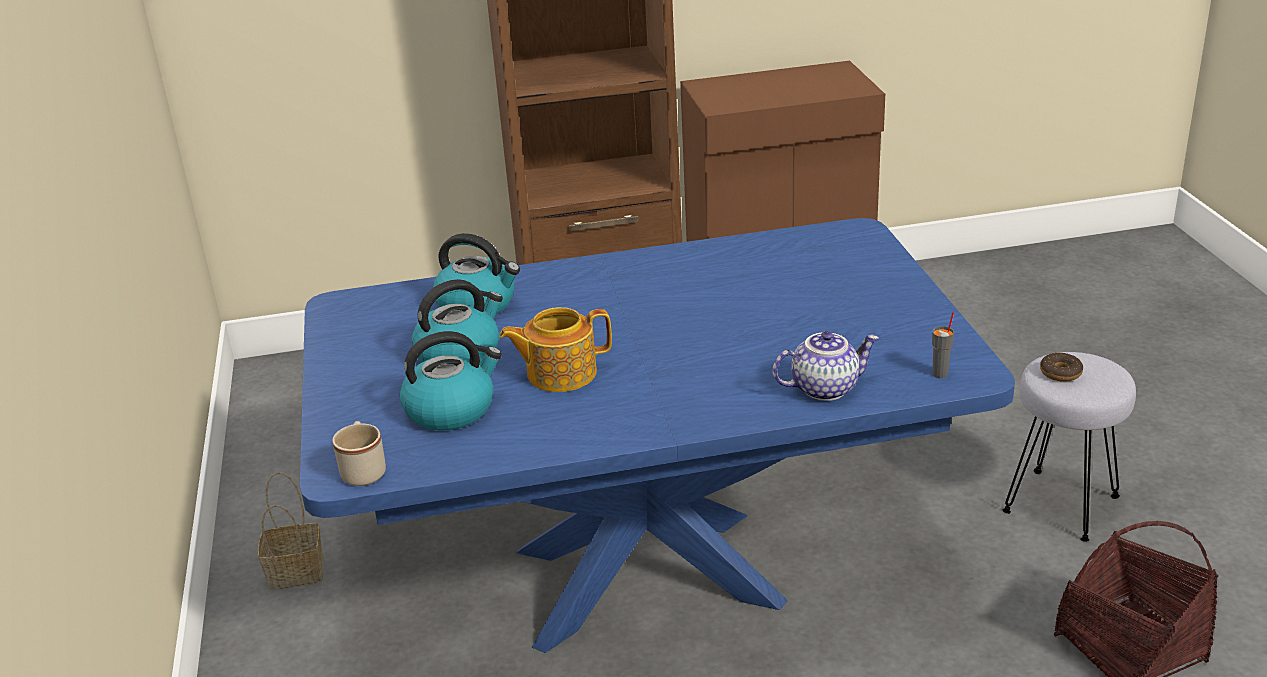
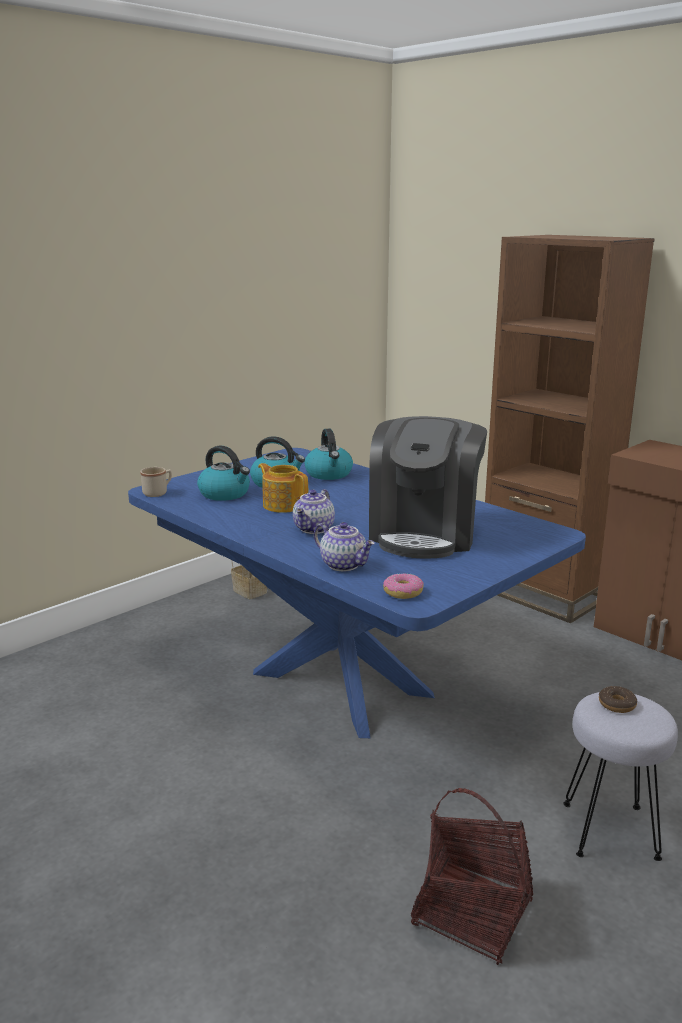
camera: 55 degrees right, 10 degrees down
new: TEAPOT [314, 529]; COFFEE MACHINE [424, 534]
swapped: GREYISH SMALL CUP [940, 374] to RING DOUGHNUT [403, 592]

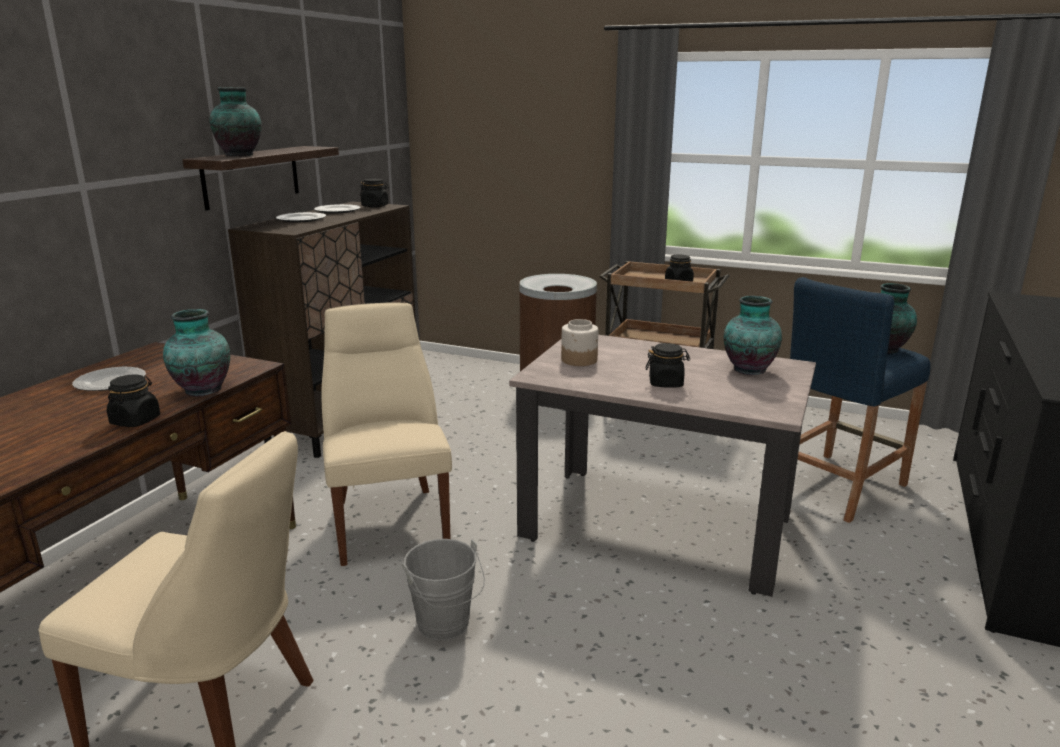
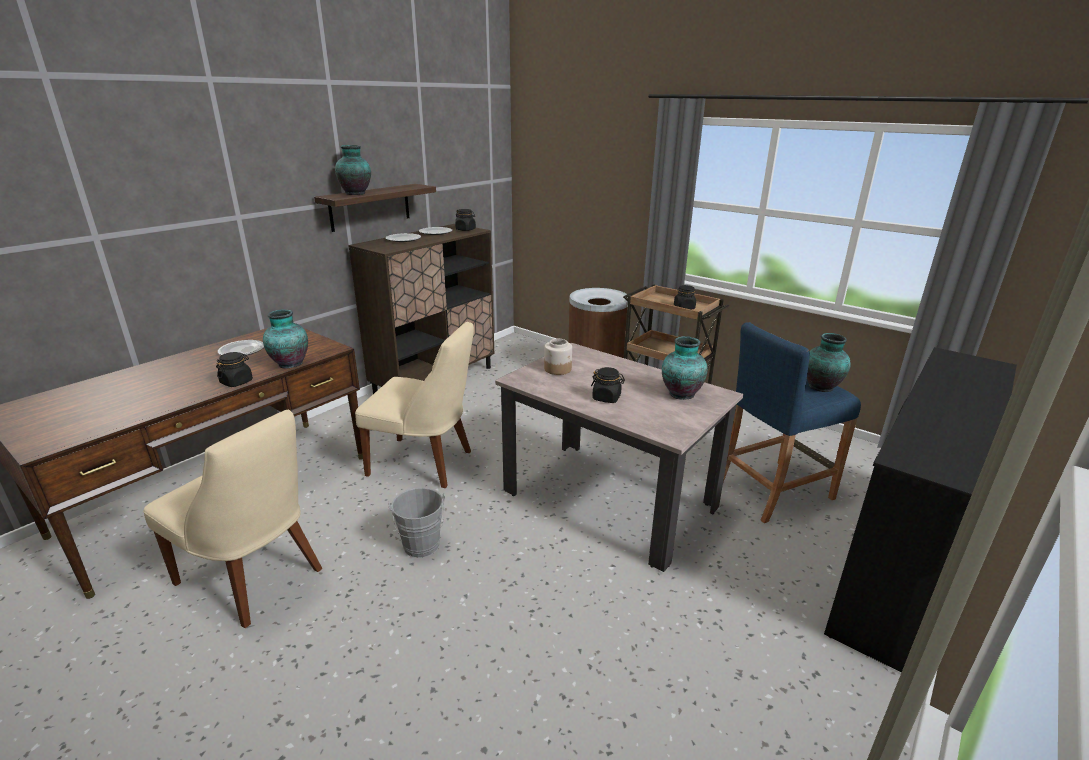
camera: 15 degrees right, 5 degrees up
rotated: BEIGE-COLOURED CHAIR [389, 520] = [425, 463] 105 degrees clockwise

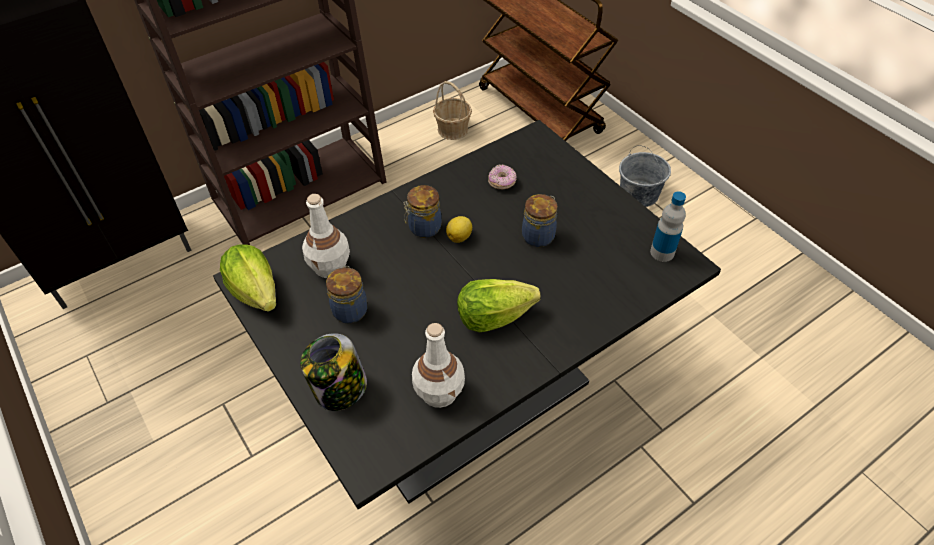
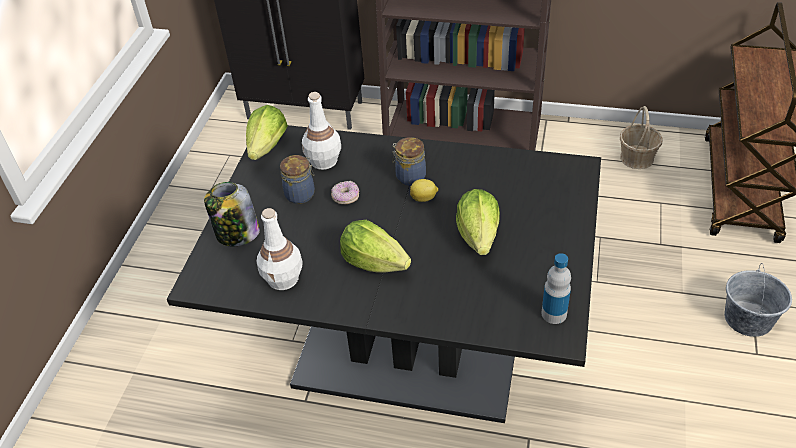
camera: 50 degrees right, 5 degrees down
shifted: RING DOUGHNUT [502, 182] to [346, 198]
swapped: PRESERVE JAR [539, 235] to HEAD OF LETTUCE [478, 235]

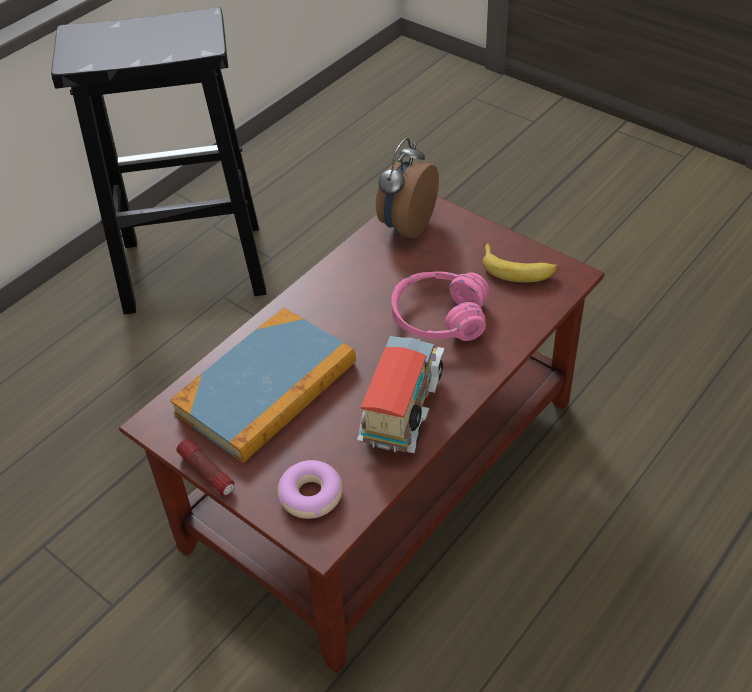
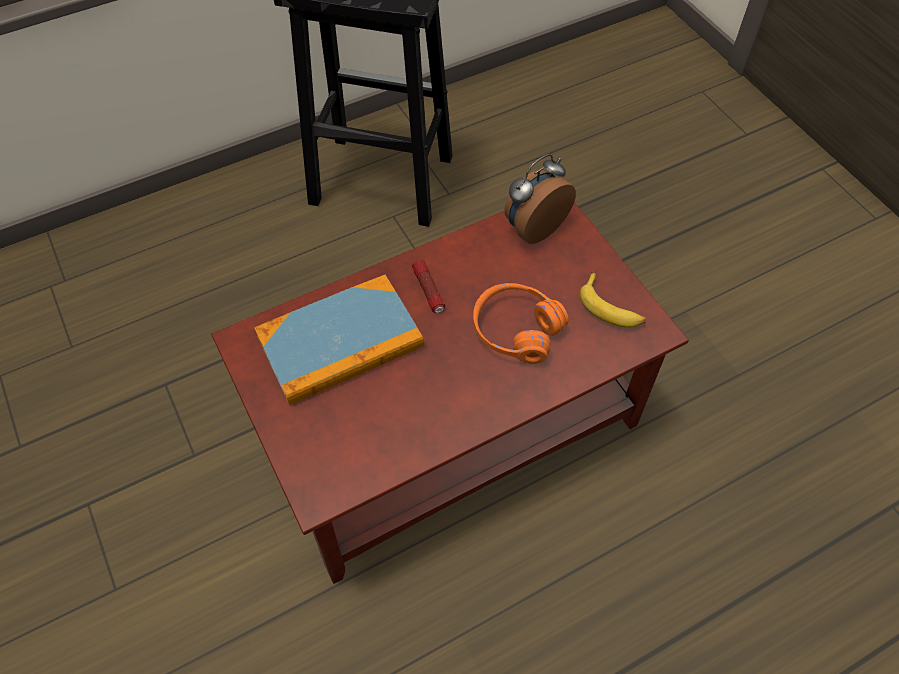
camera: 20 degrees right, 10 degrees up
gone: RING DOUGHNUT [310, 495]; TOY TRUCK [404, 410]
shifted: TORCH [207, 472] to [428, 291]
repainted: PINK HEADPHONES [439, 318] to ORANGE-COLOURED HEADPHONES [516, 330]

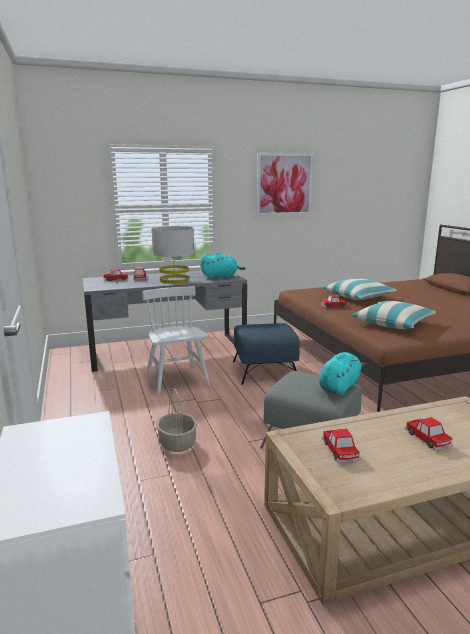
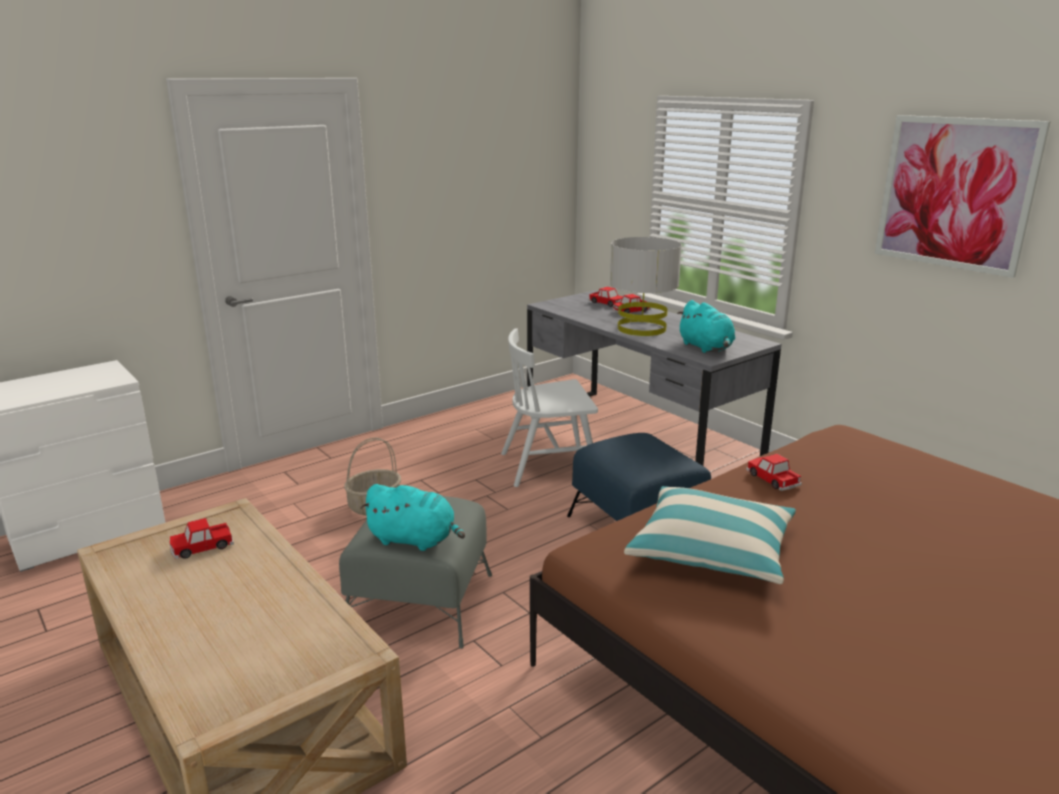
camera: 70 degrees right, 5 degrees up
gone: CUSHION [358, 297]; MODEL CAR [428, 439]
rotated: WHITISH CHAIR [177, 378] = [549, 466] 150 degrees counterclockwise

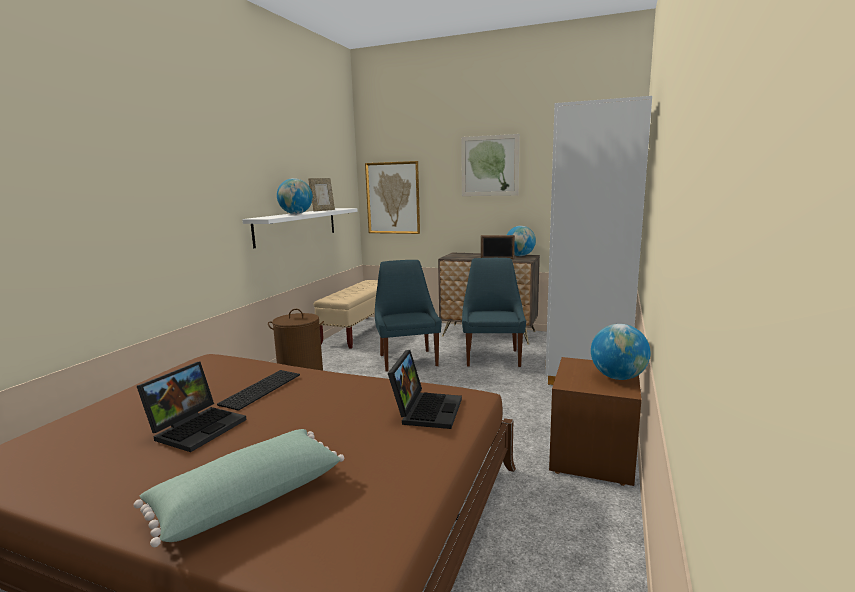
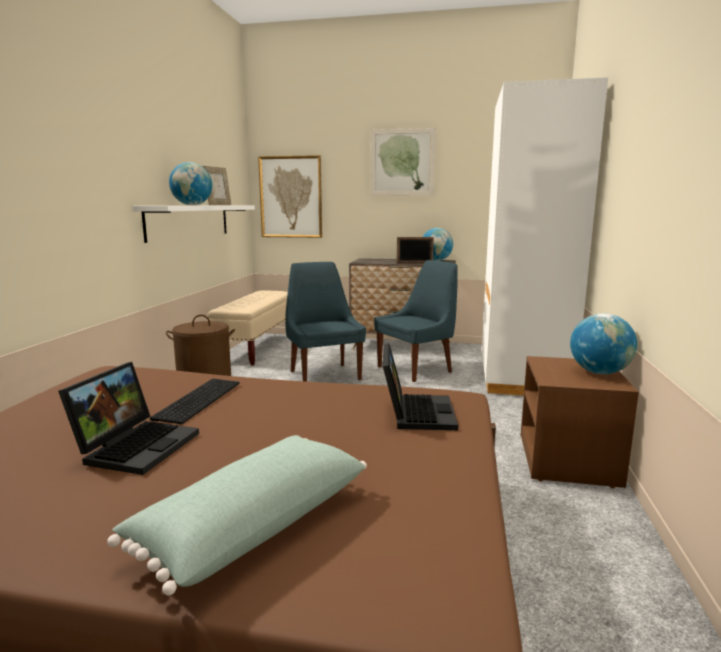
camera: 10 degrees left, 0 degrees up
rotated: BLUE-COLOURED CHAIR [492, 357] = [416, 369] 60 degrees clockwise

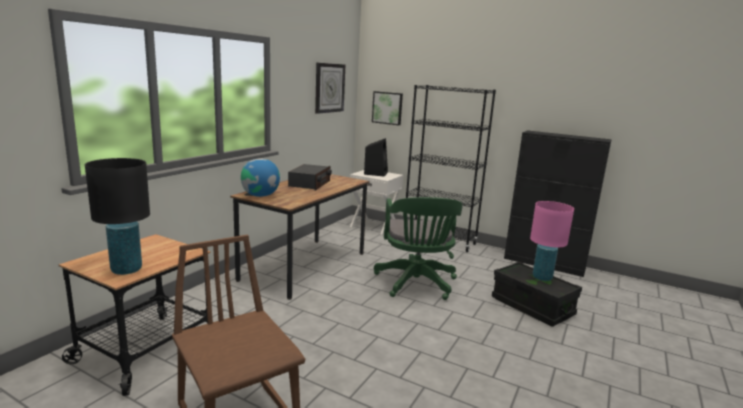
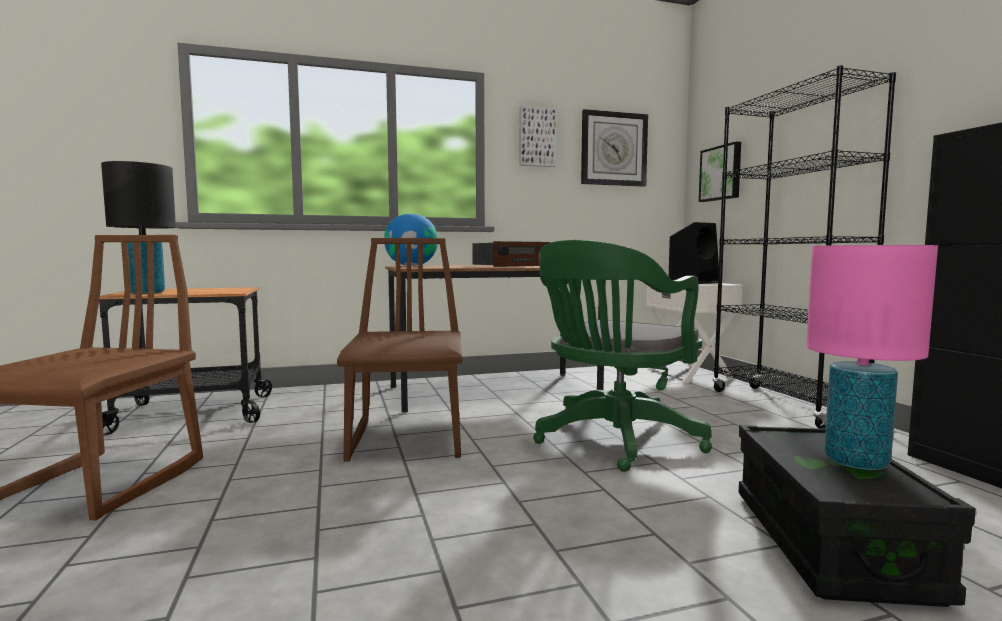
camera: 45 degrees right, 10 degrees down
new: BROWN-COLOURED CHAIR [409, 440]; WALL ART [536, 137]

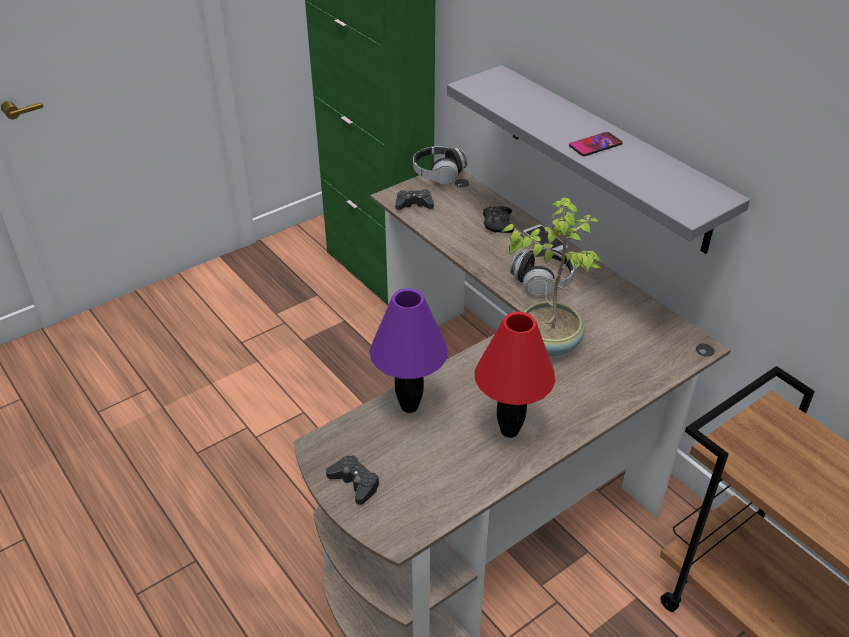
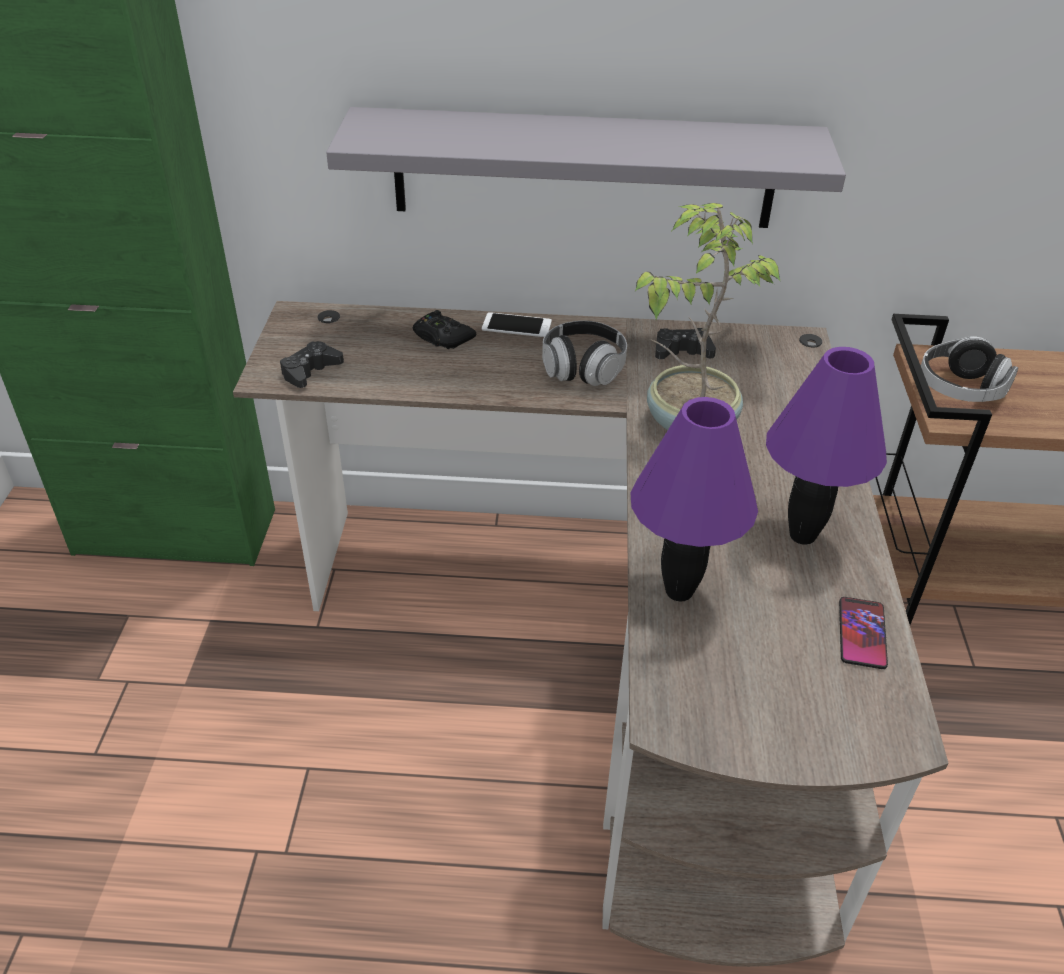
camera: 50 degrees left, 0 degrees up
shifted: BLACK GAMEPAD [355, 483] to [682, 351]; HEADPHONES [438, 174] to [959, 389]; PHONE [595, 145] to [862, 633]
repainted: RED-COLOURED LAMP FOR A TABLE [510, 430] to PURPLISH LAMP FOR A TABLE [801, 534]

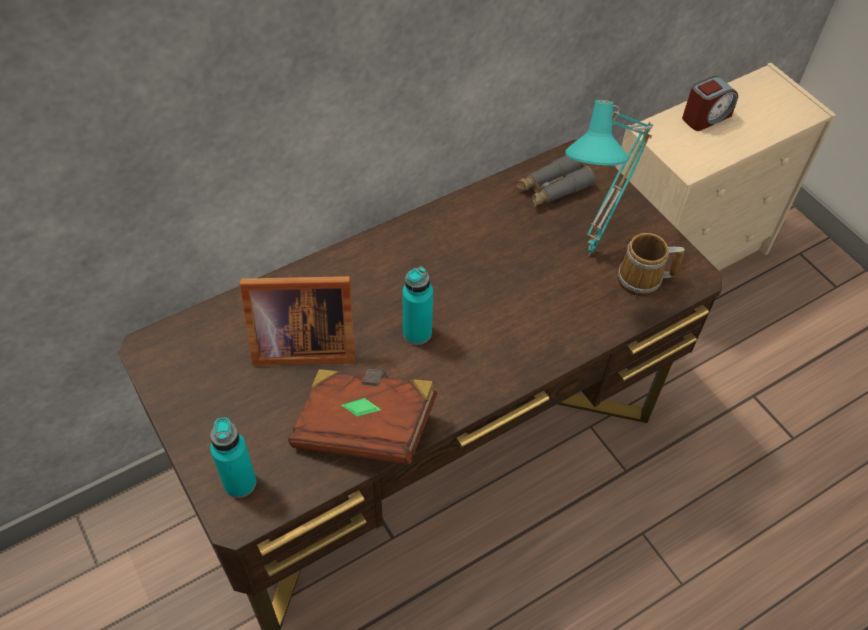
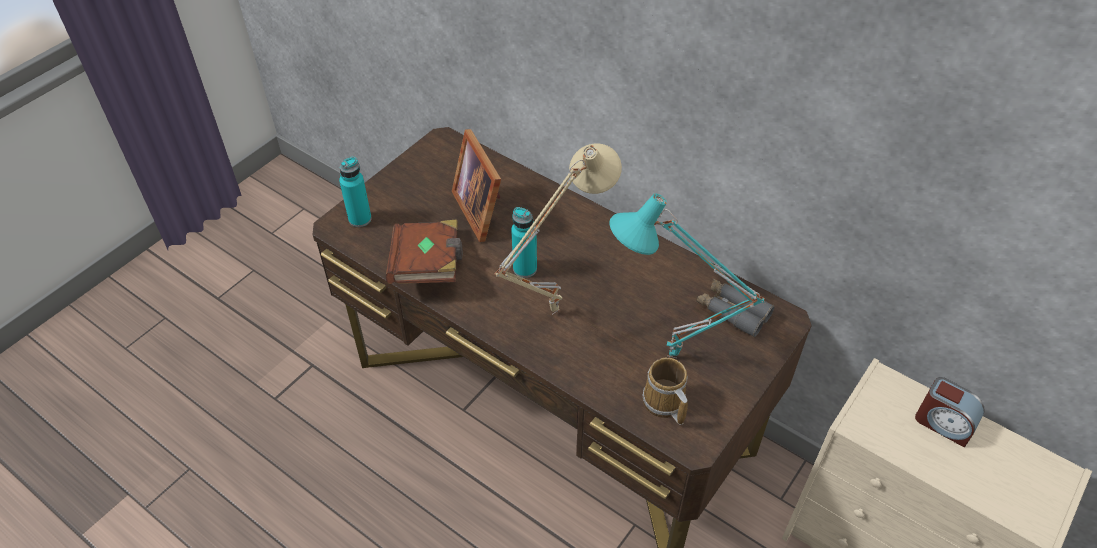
camera: 70 degrees right, 5 degrees down
new: BEIGE-COLOURED LAMP FOR A TABLE [553, 310]

